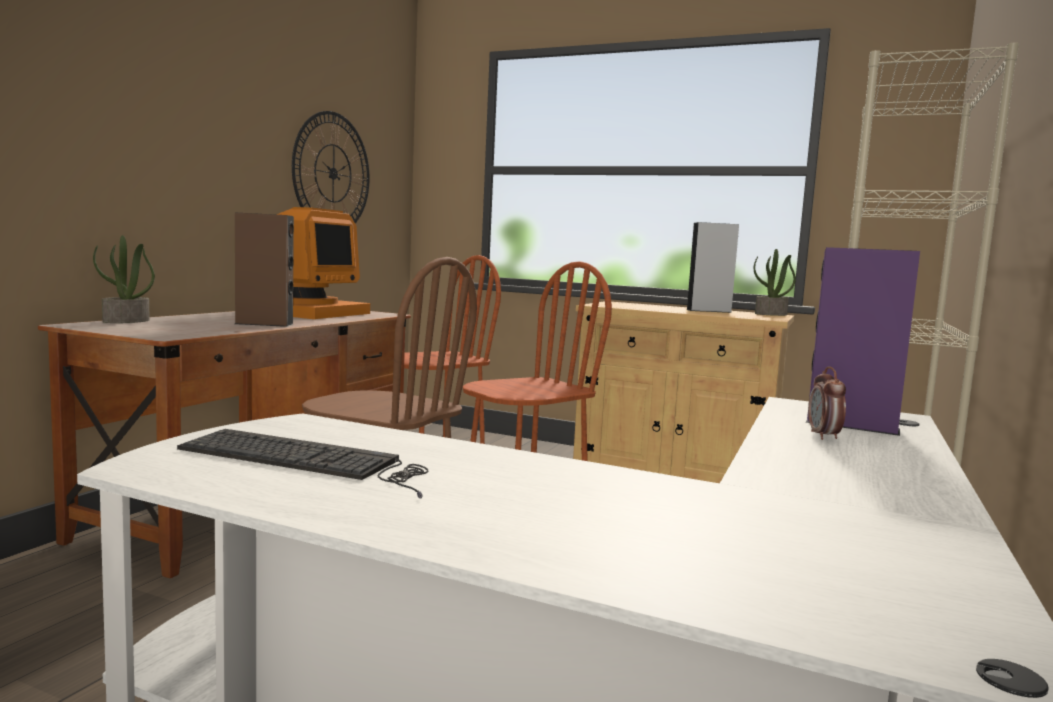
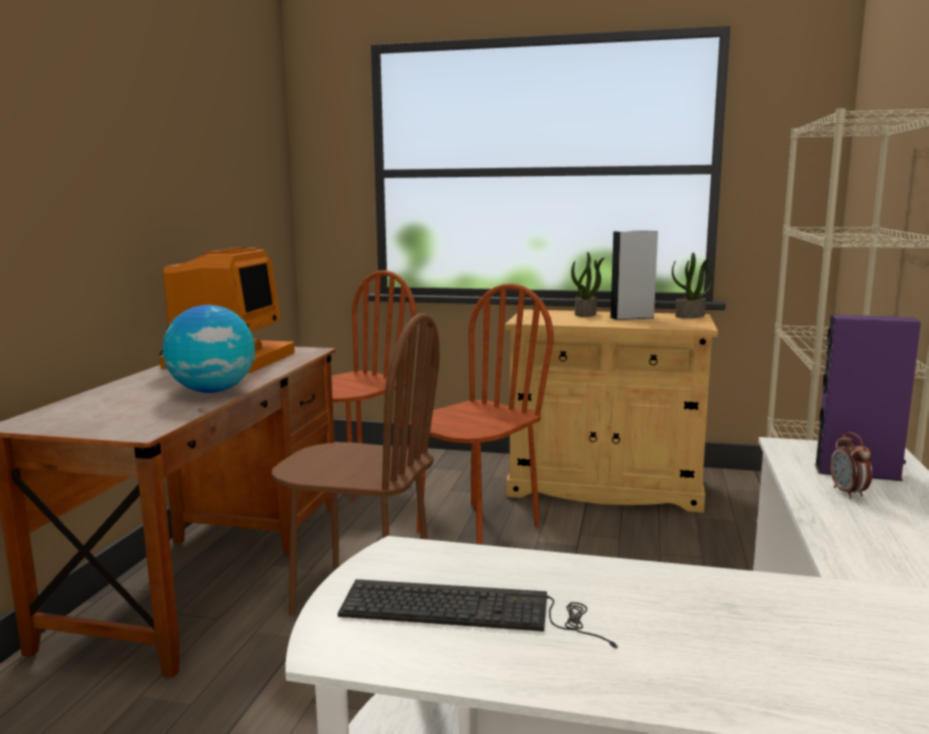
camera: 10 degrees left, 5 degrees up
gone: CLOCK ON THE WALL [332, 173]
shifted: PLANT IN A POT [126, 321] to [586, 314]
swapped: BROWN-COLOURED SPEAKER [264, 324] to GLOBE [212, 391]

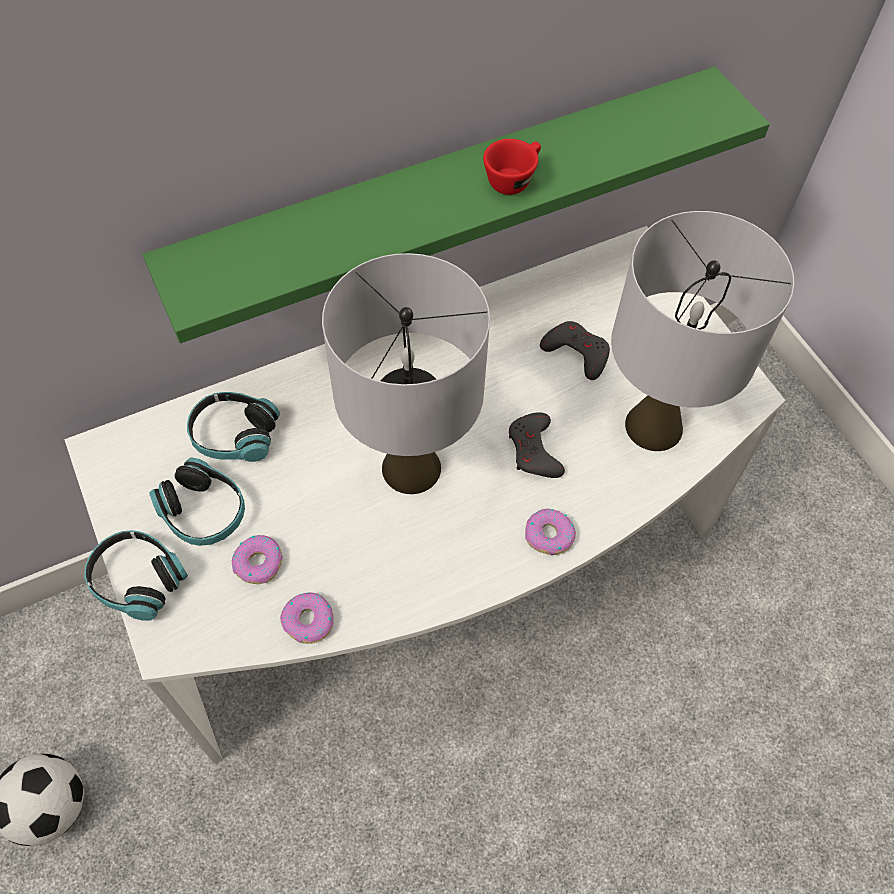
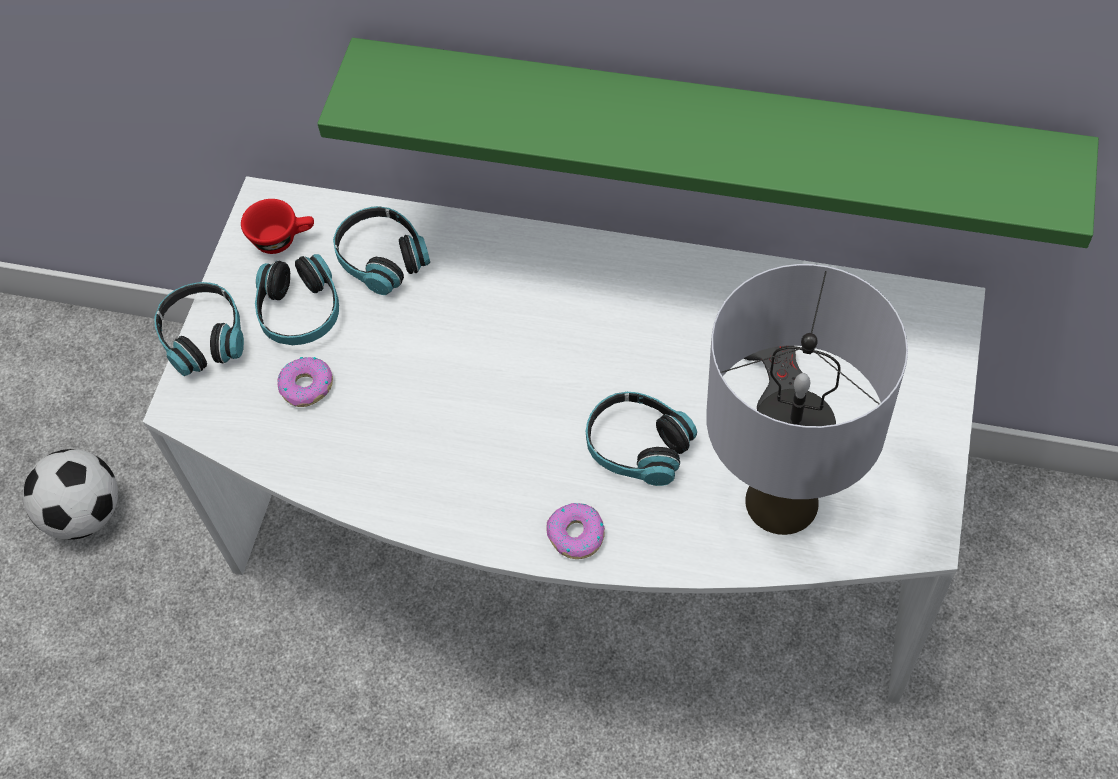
camera: 45 degrees right, 0 degrees up
gone: RING DOUGHNUT [308, 621]; GREYISH LAMP FOR A TABLE [410, 468]
shifted: RED-COLOURED SMALL CUP [513, 179] to [283, 238]
swapped: GREYISH GAMEPAD [534, 450] to HEADPHONES [637, 446]

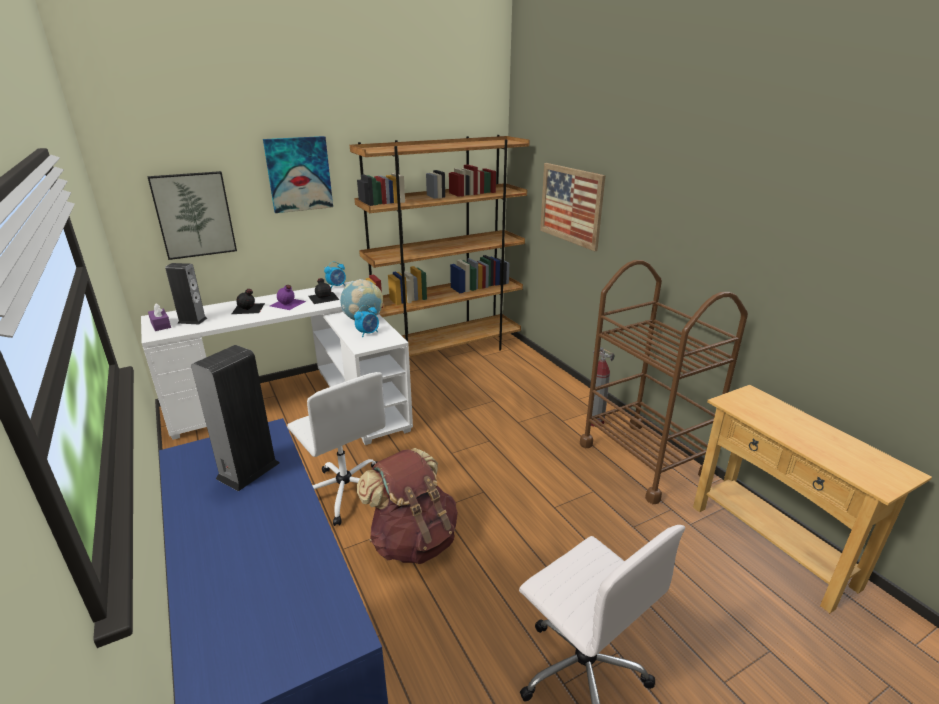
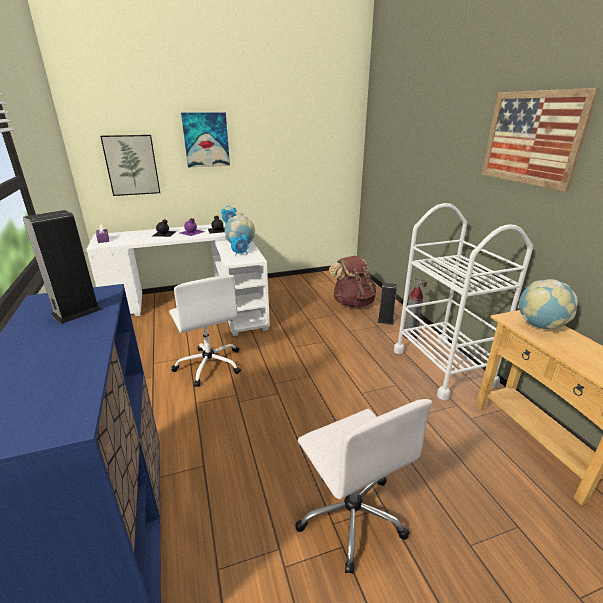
camera: 10 degrees right, 0 degrees up
gone: BROWN-COLOURED BOOKCASE [447, 352]
new: GLOBE [540, 325]
shifted: SPEAKER [192, 320] to [385, 321]; BROWN-COLOURED BACKPACK [413, 540] to [352, 303]; WALL ART [571, 205] to [531, 138]
repainted: BROWN-COLOURED WHEELED CART [643, 460] to WHITISH WHEELED CART [442, 367]

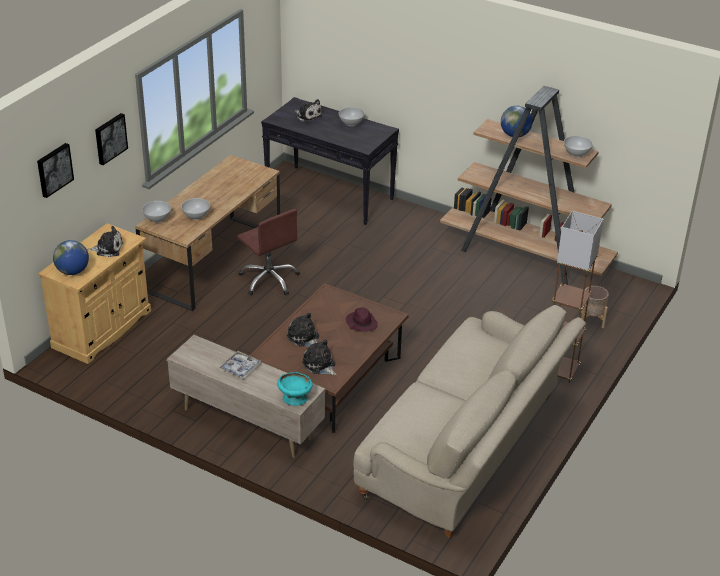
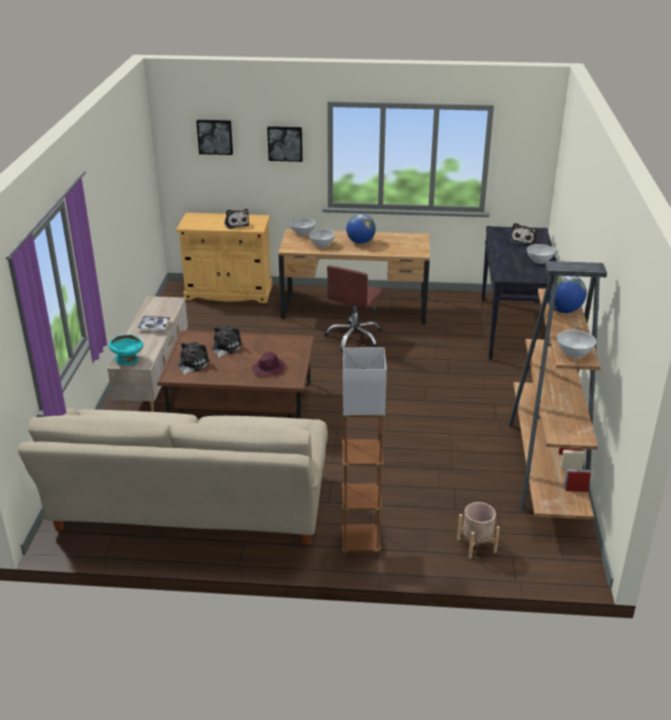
camera: 65 degrees right, 5 degrees down
shifted: GLOBE [73, 271] to [360, 242]

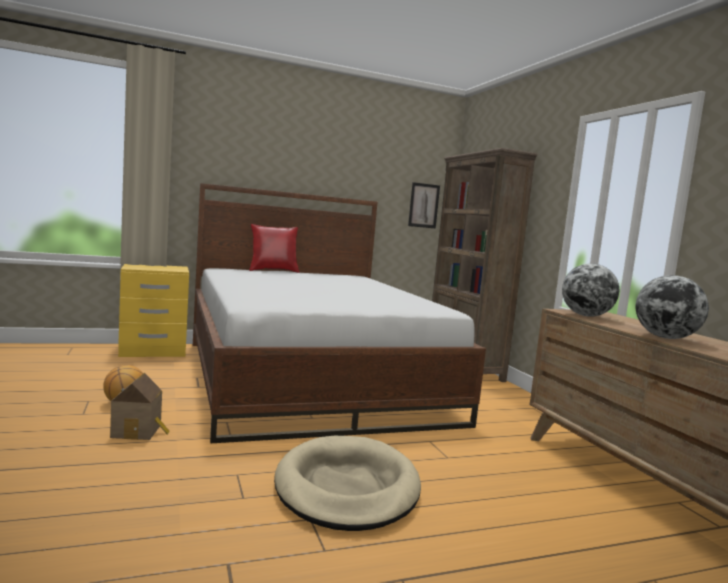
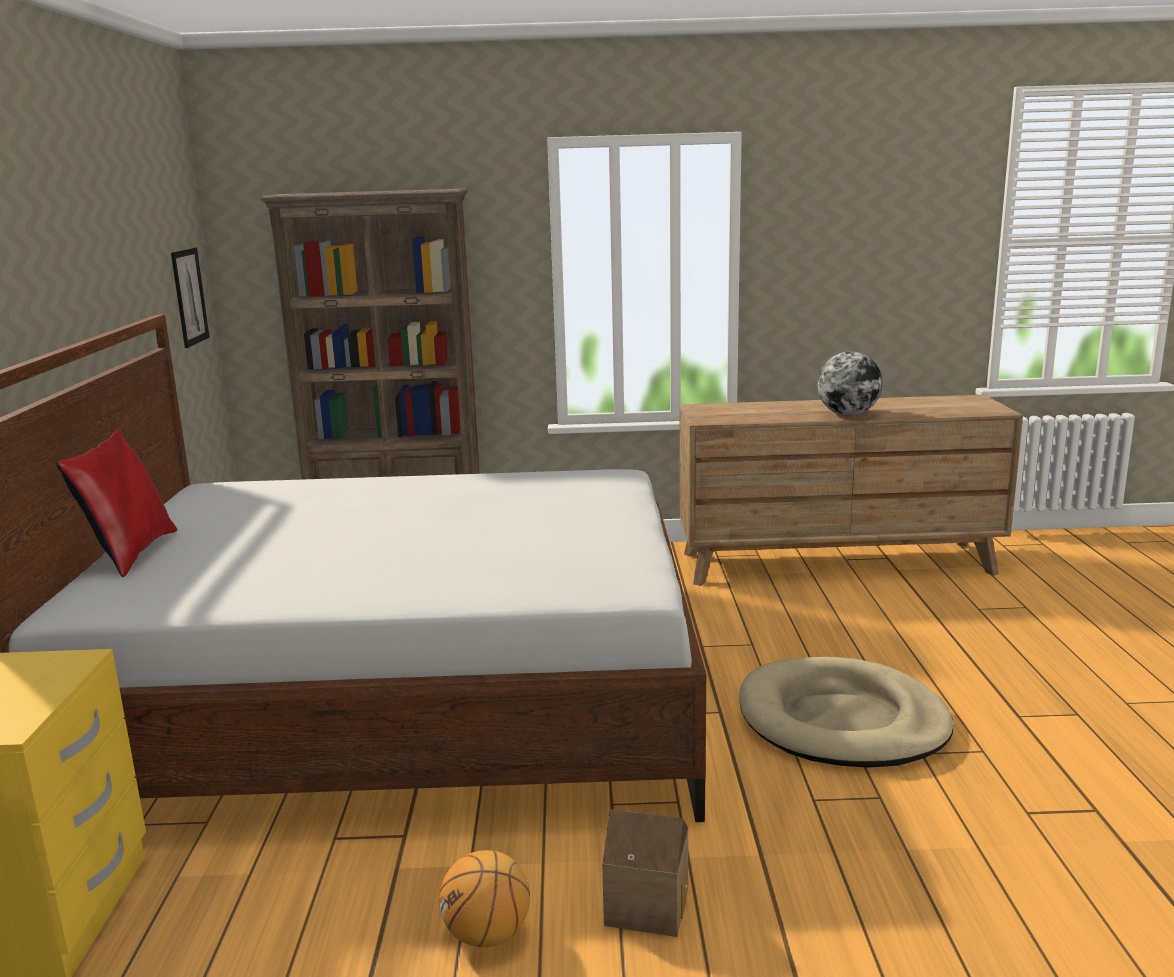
camera: 70 degrees left, 10 degrees up
gone: GLOBE [586, 316]

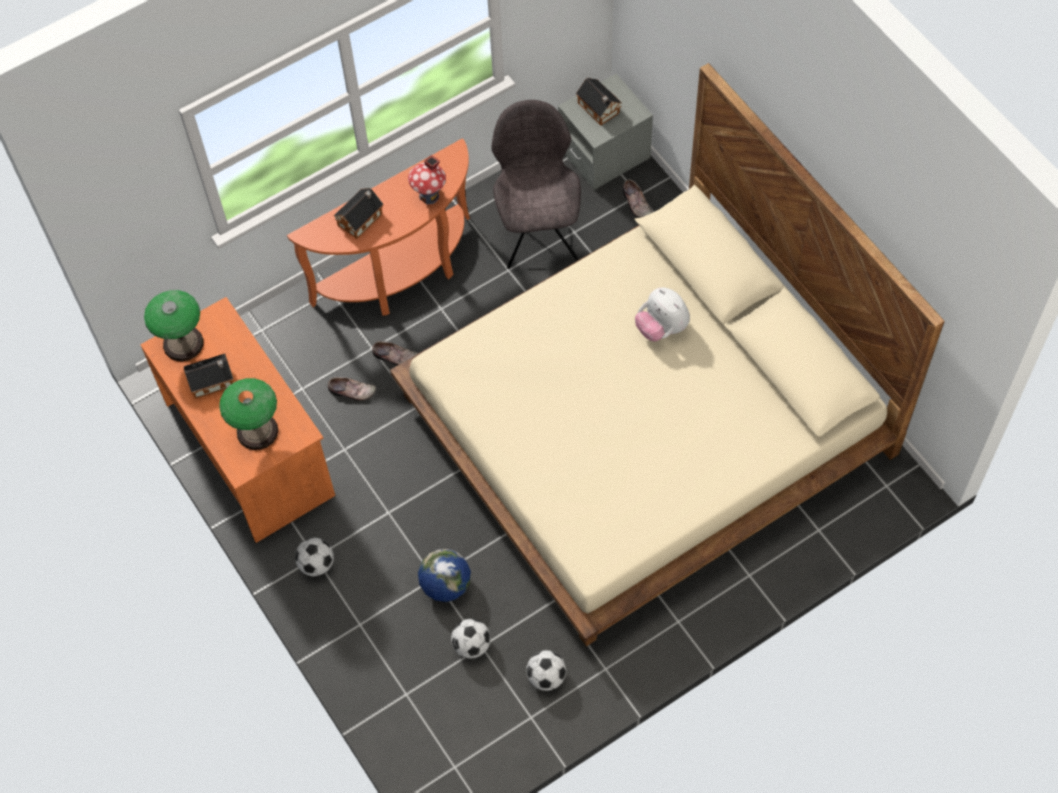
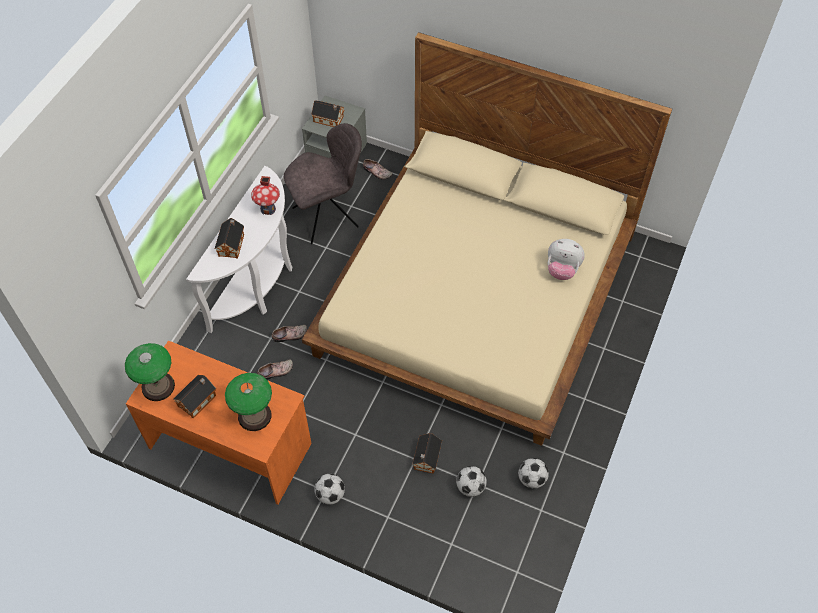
camera: 35 degrees left, 5 degrees down
shifted: PLUSH TOY [661, 328] to [562, 270]
swapped: GLOBE [446, 585] to MINIATURE HOUSE [426, 459]
repainted: ORANGE-COLOURED NARROW TABLE [402, 275] to WHITISH NARROW TABLE [258, 284]
rotated: GREYISH CHAIR [537, 231] = [328, 216] 105 degrees clockwise

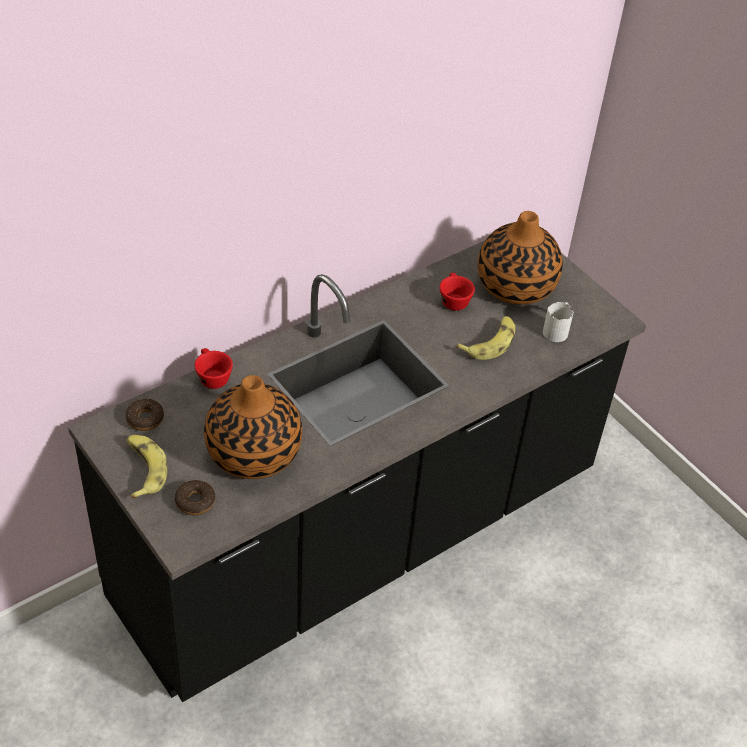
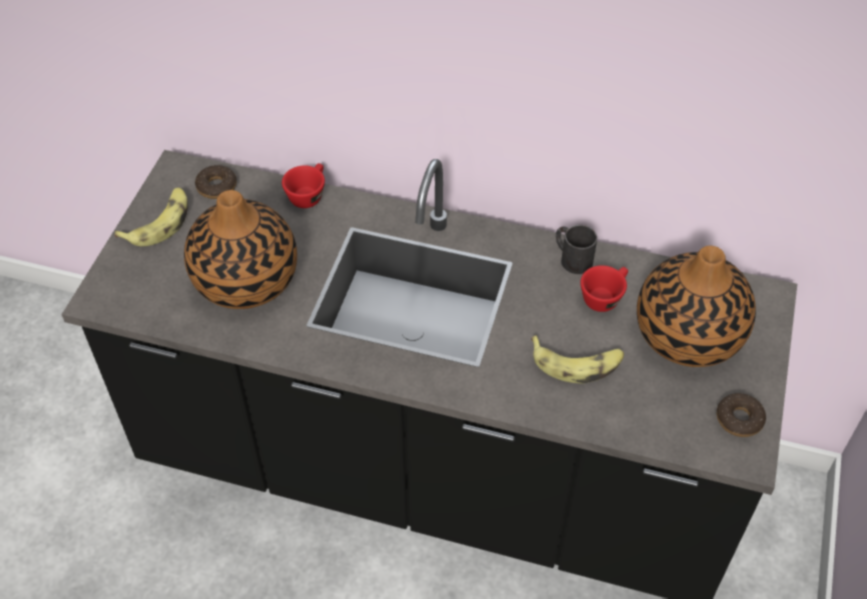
camera: 55 degrees right, 5 degrees up
gone: WHITISH TEA MUG [557, 329]
new: BLACK TEA MUG [571, 258]
shifted: RING DOUGHNUT [195, 501] to [739, 419]

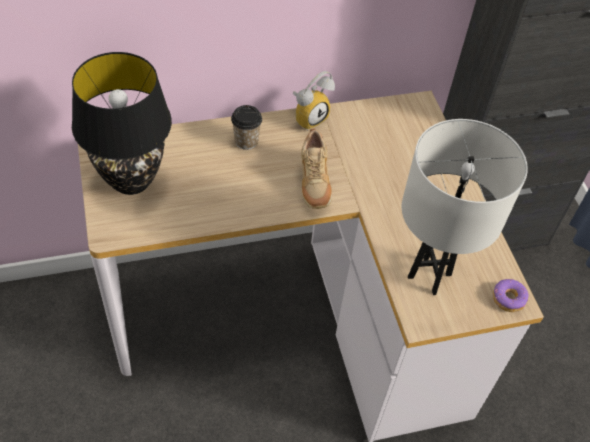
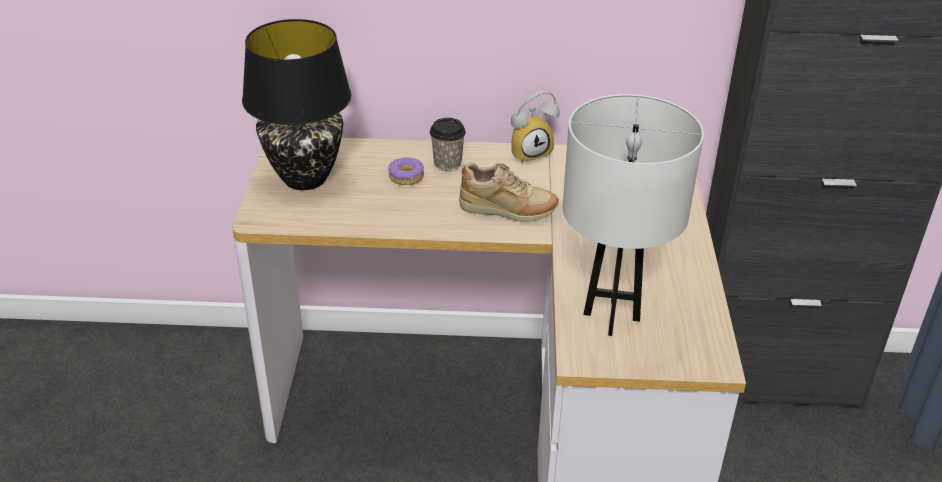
camera: 20 degrees right, 15 degrees down
shifted: RING DOUGHNUT [508, 299] to [406, 177]
rotated: BEIGE-COLOURED ITEM OF FOOTWEAR [314, 185] = [508, 212] 90 degrees counterclockwise

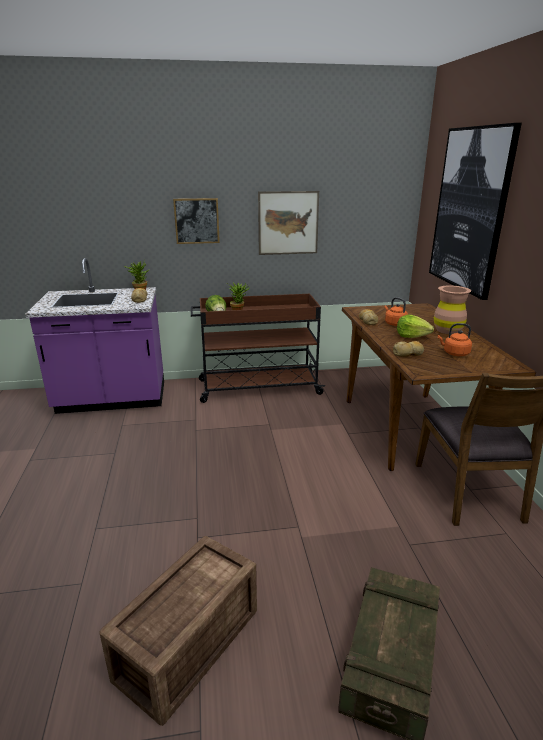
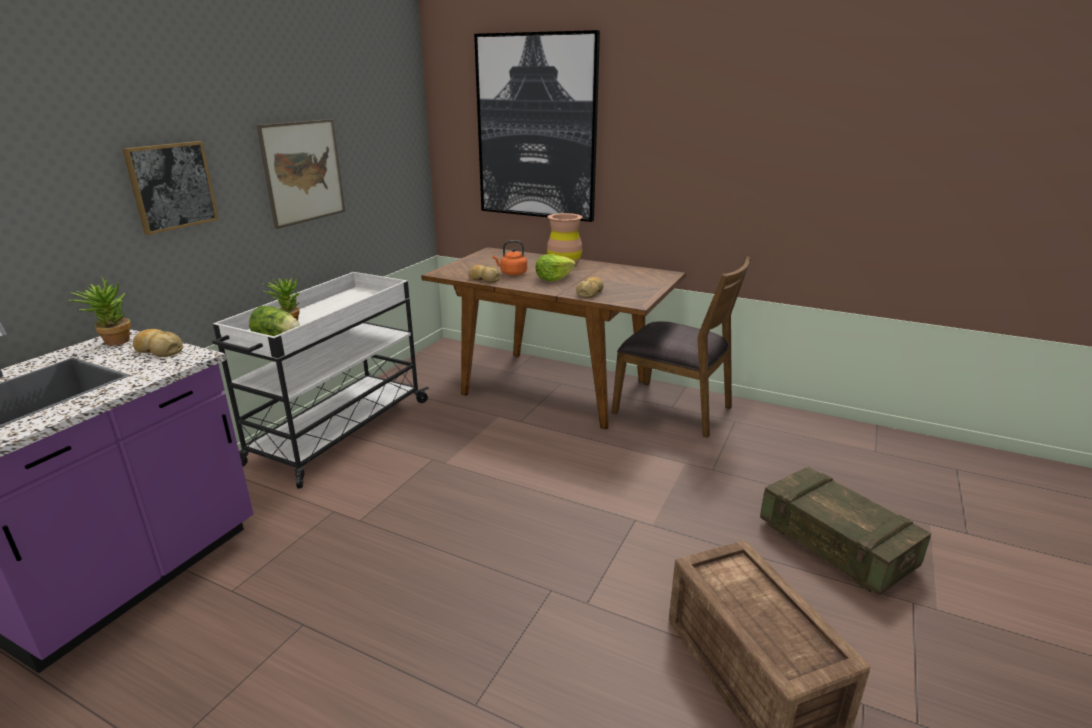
camera: 55 degrees left, 0 degrees up
gone: ORANGE-COLOURED TEA KETTLE [454, 353]
repainted: BROWN-COLOURED WHEELED CART [257, 387] to WHITISH WHEELED CART [337, 432]

